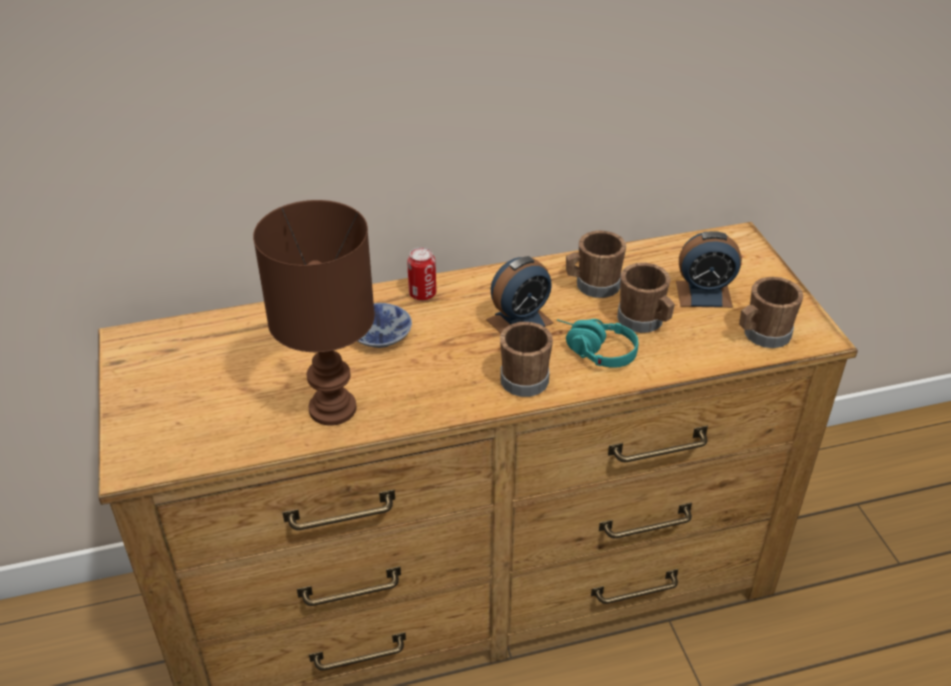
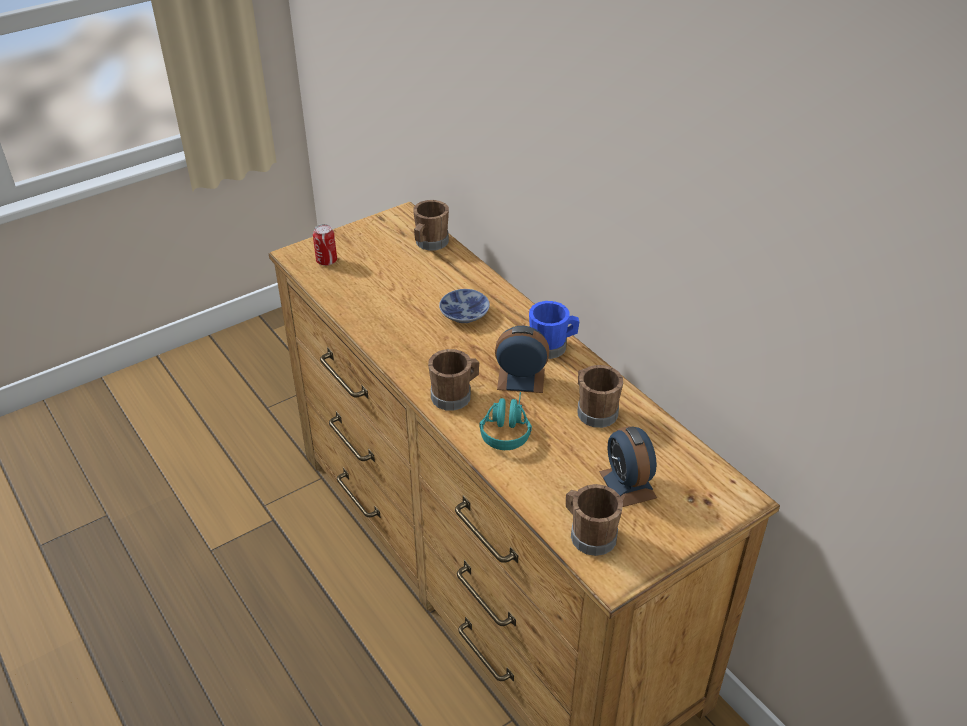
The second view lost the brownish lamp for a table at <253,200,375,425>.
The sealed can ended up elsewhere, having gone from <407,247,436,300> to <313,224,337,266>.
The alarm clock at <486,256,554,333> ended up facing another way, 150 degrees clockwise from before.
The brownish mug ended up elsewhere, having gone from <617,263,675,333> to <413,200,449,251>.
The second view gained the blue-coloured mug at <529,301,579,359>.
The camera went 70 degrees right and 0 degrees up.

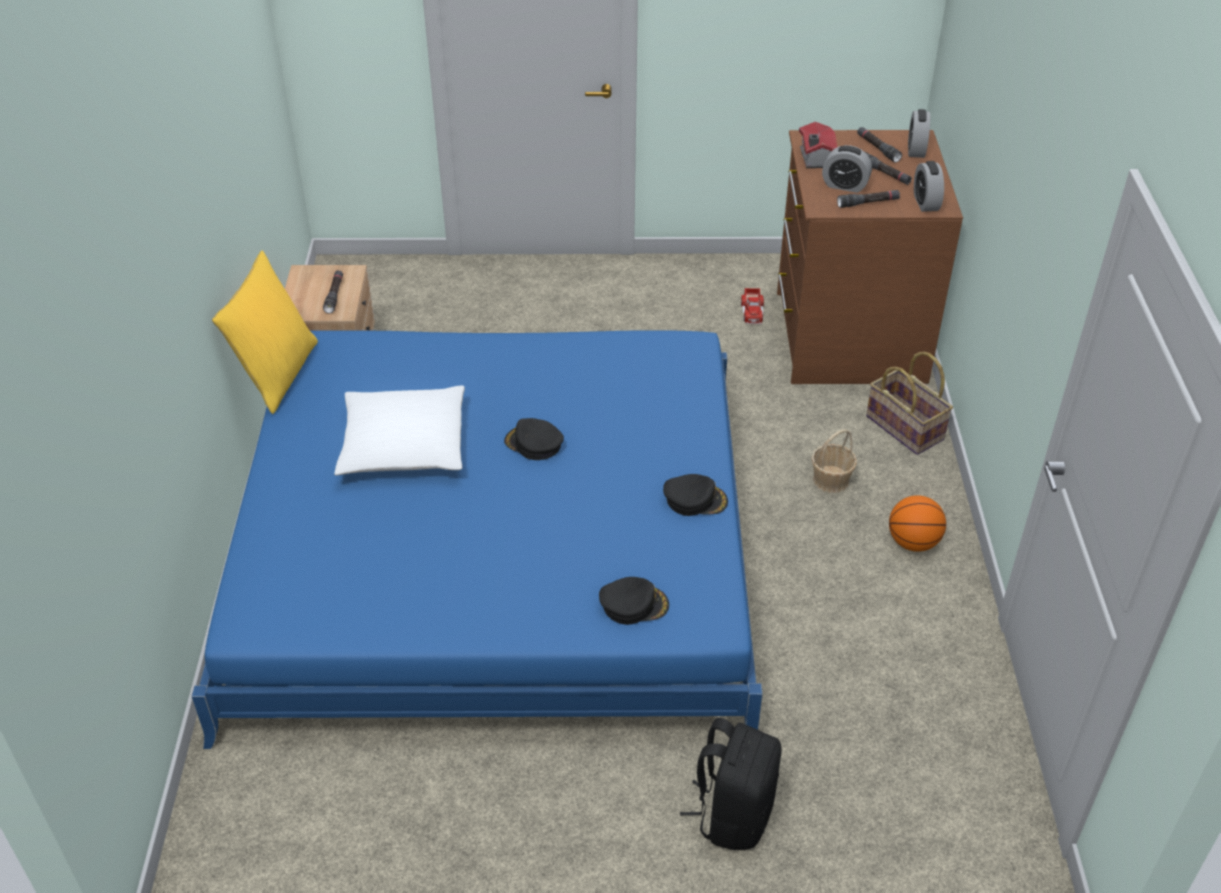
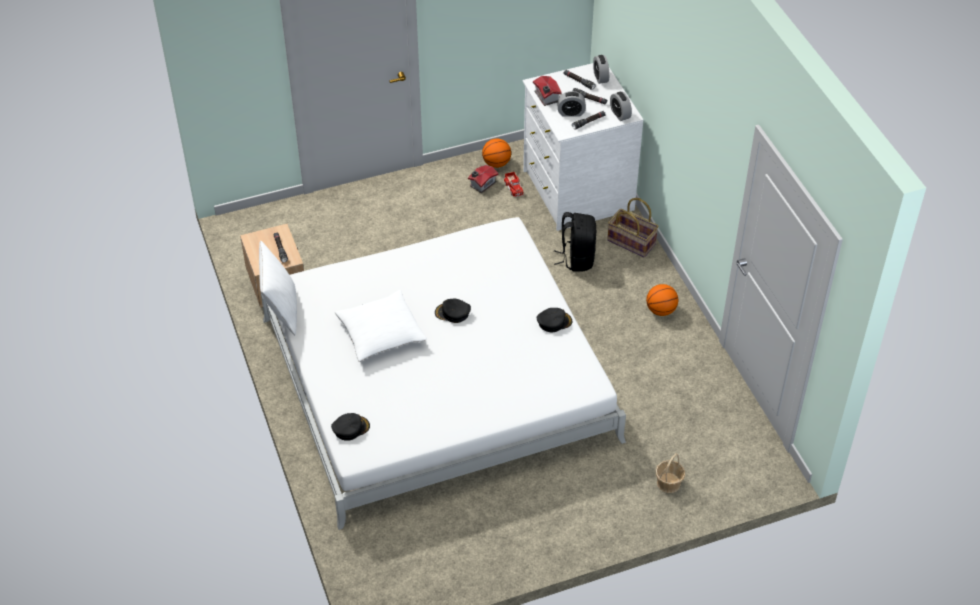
What was the brownish chest of drawers at <777,130,963,384> turned into the white-coloured chest of drawers at <523,63,644,231>.
What was the yellow-coloured cushion at <212,250,318,414> turned into the white-coloured cushion at <259,241,297,335>.
What was the blue-coloured bedroom bed at <191,330,763,749> turned into the white-coloured bedroom bed at <261,217,626,530>.
The basket ended up elsewhere, having gone from <811,429,857,493> to <655,453,685,493>.
The black-coloured baseball cap ended up elsewhere, having gone from <599,577,669,625> to <331,413,370,441>.
The black-coloured backpack ended up elsewhere, having gone from <680,718,782,850> to <554,212,596,272>.
The second view gained the ball for basketball at <482,138,511,168>.
The second view gained the model house at <468,165,499,193>.
The camera went 20 degrees left and 5 degrees up.

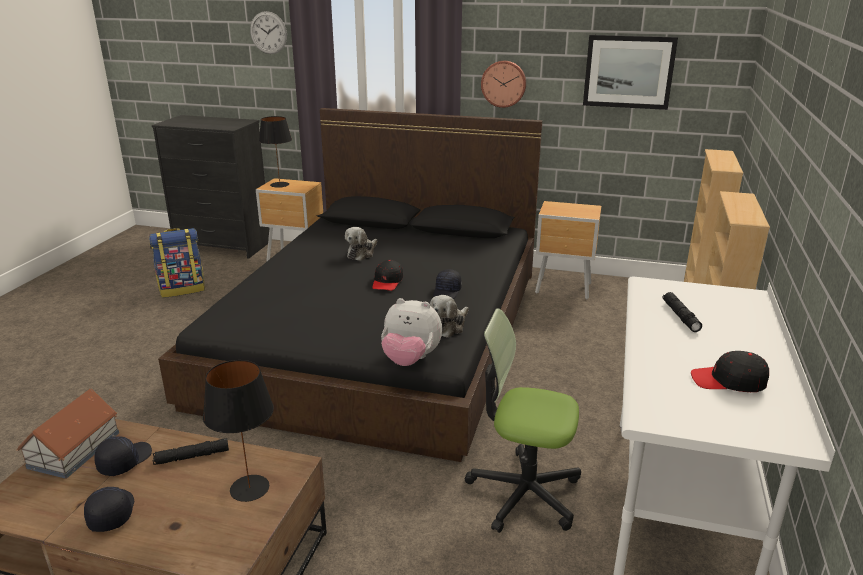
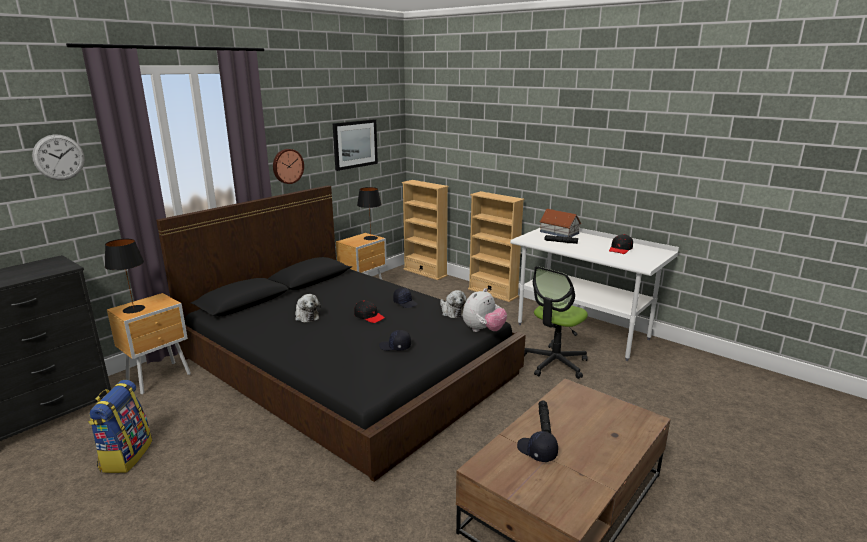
The black-coloured lamp for a table ended up elsewhere, having gone from <203,360,274,502> to <357,187,382,240>.
The model house ended up elsewhere, having gone from <17,389,119,479> to <540,209,582,238>.
The black-coloured baseball cap ended up elsewhere, having gone from <84,487,134,532> to <379,330,411,351>.
The camera went 65 degrees left and 5 degrees down.

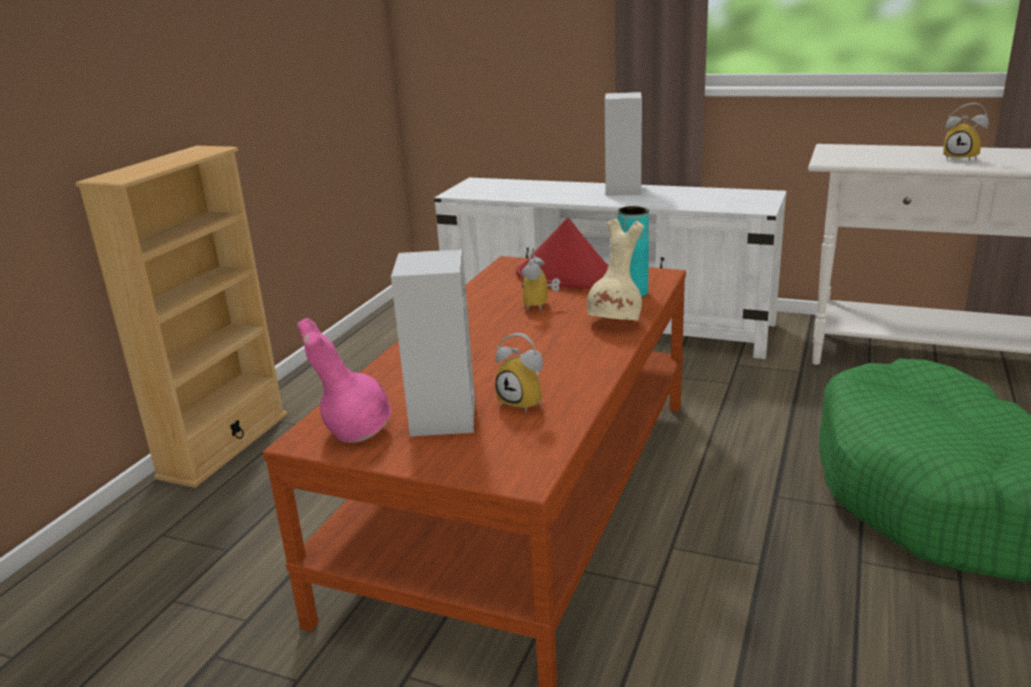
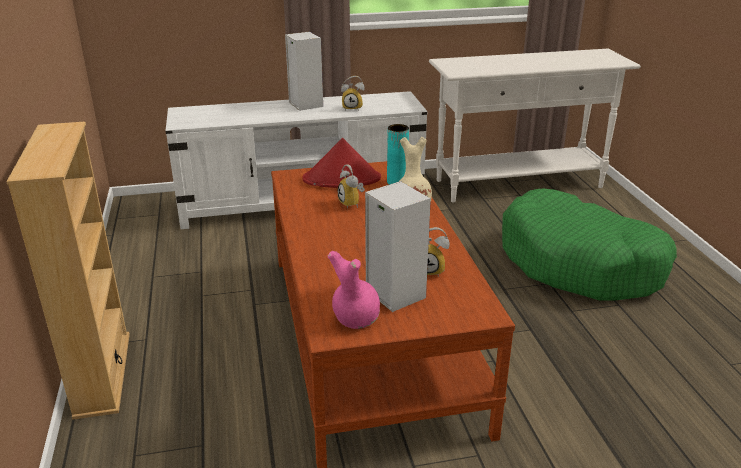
The alarm clock ended up elsewhere, having gone from <943,103,989,162> to <341,76,365,111>.
The camera went 35 degrees left and 5 degrees up.

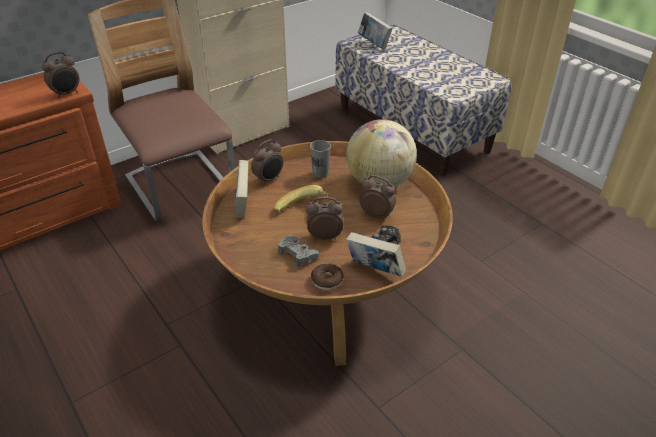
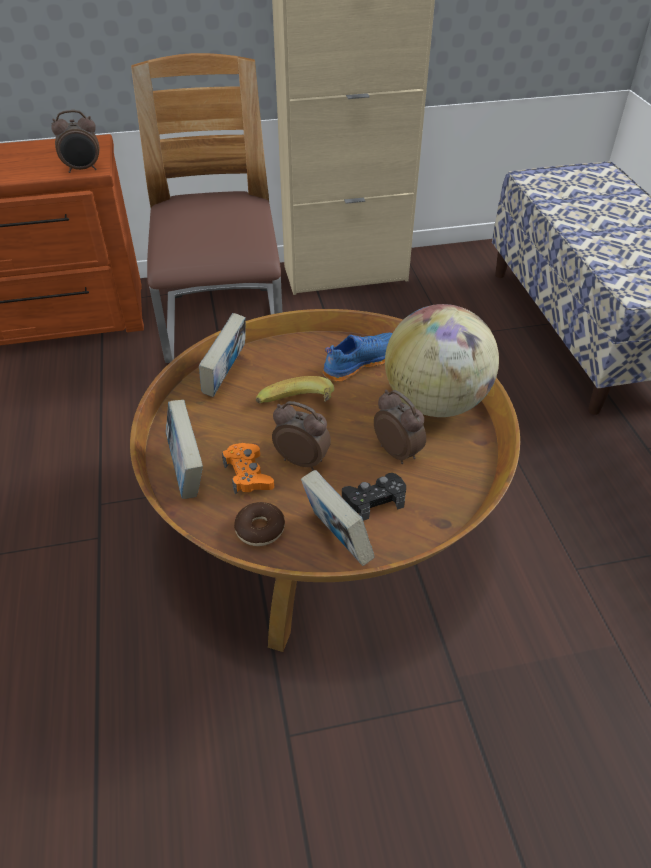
The volume ended up elsewhere, having gone from <358,12,393,49> to <166,400,203,499>.
The second view lost the alarm clock at <251,139,284,185>.
Where the greyish drinking cup stood at <310,140,331,178>, the blue-coloured low shoe came to stand at <323,333,392,382>.
What was the greyish joypad at <278,235,319,267> turned into the orangey joypad at <222,443,274,495>.
The camera went 25 degrees right and 5 degrees up.

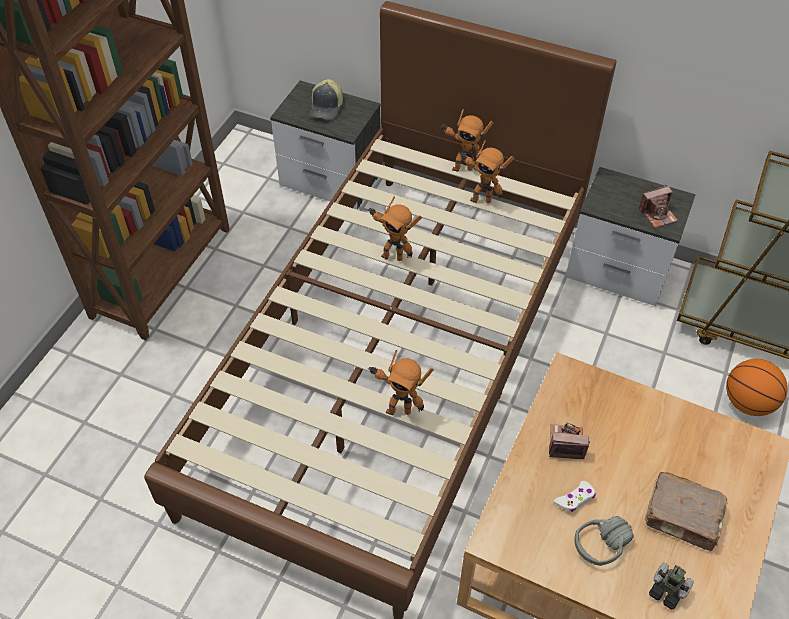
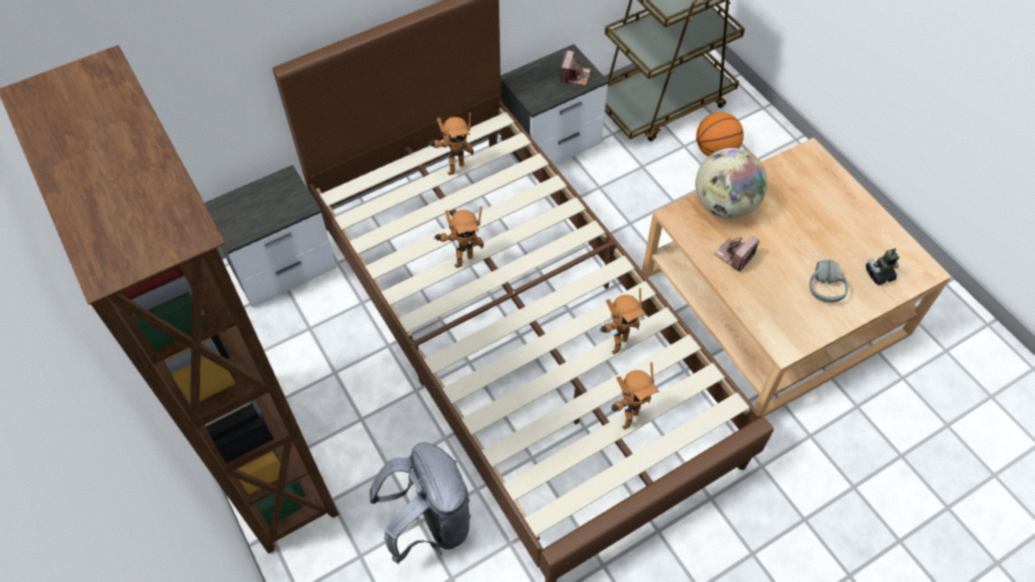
The second view lost the baseball cap at <310,79,343,120>.
The model robot ended up elsewhere, having gone from <440,109,494,172> to <611,362,659,430>.
The second view lost the brownish volume at <645,472,728,552>.
The second view lost the white-coloured joypad at <554,481,596,512>.
The second view gained the globe at <695,148,768,219>.
The second view gained the greyish backpack at <370,442,471,564>.
The camera went 55 degrees left and 5 degrees up.

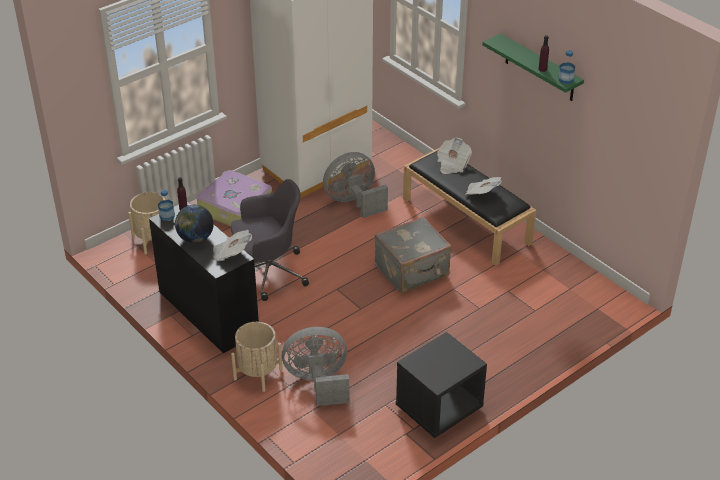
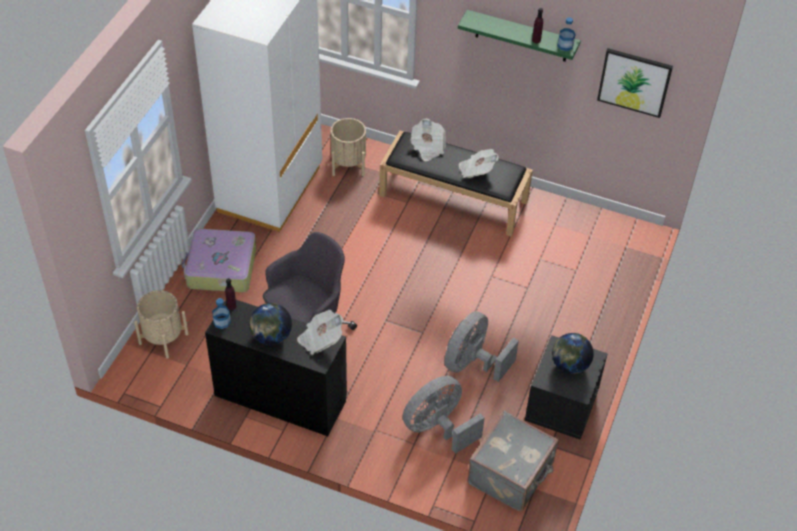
The greyish fan ended up elsewhere, having gone from <323,152,388,218> to <444,311,519,382>.
The greyish piece of luggage ended up elsewhere, having gone from <374,216,452,293> to <468,411,559,511>.
The beige planter ended up elsewhere, having gone from <231,322,283,392> to <331,118,366,176>.
The second view gained the picture at <597,48,673,118>.
The second view gained the globe at <552,333,594,374>.
The camera went 30 degrees left and 10 degrees up.

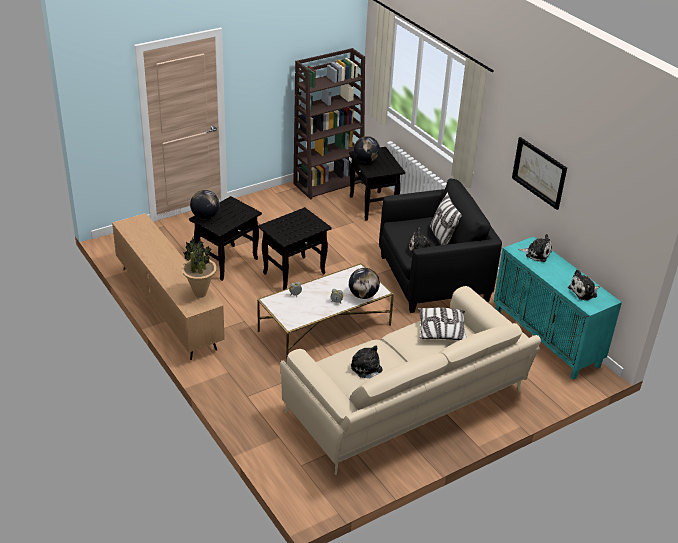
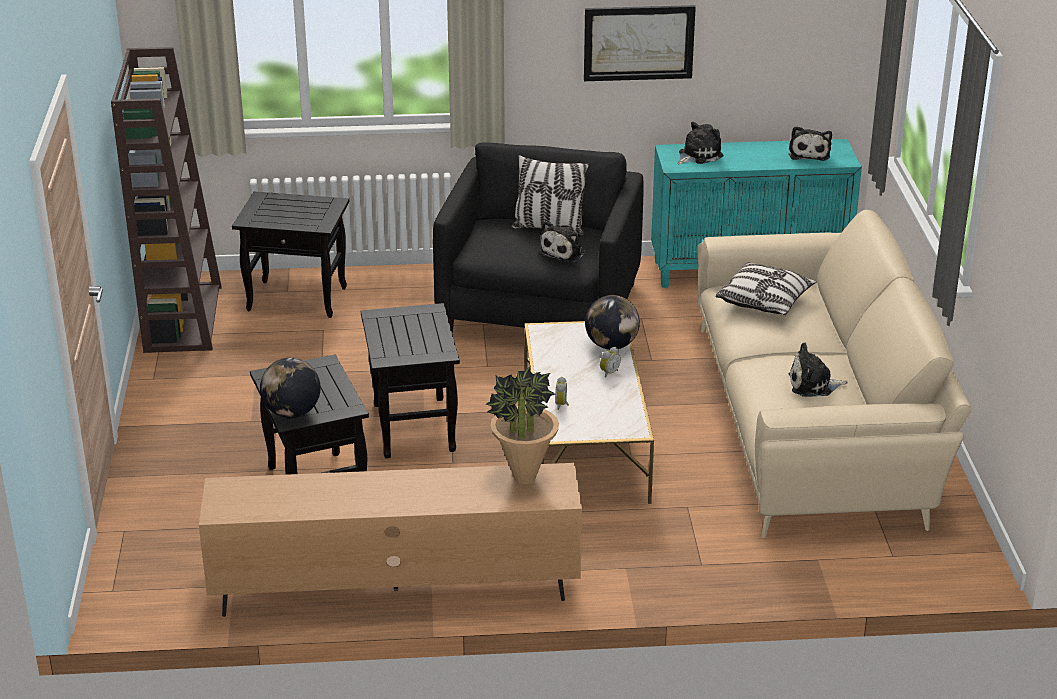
The second view lost the globe at <354,136,380,163>.
The camera went 60 degrees left and 5 degrees down.

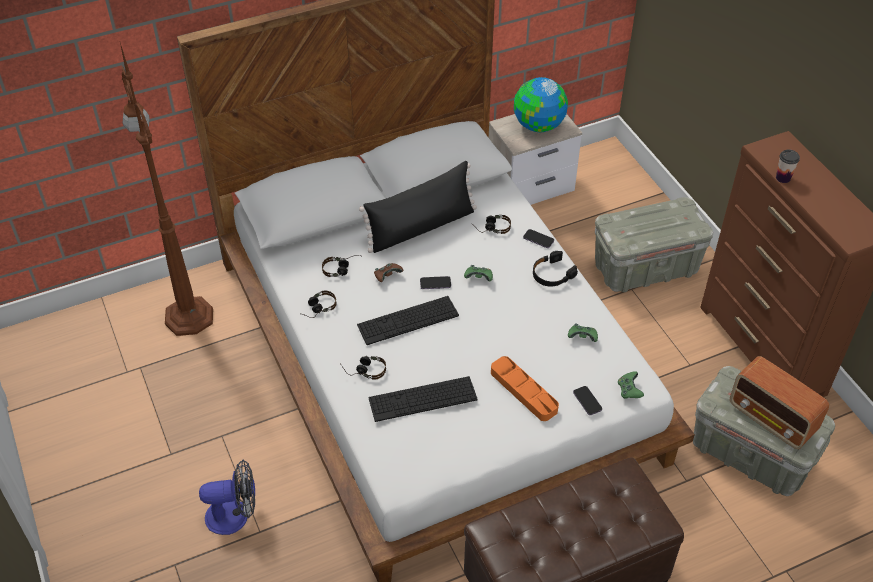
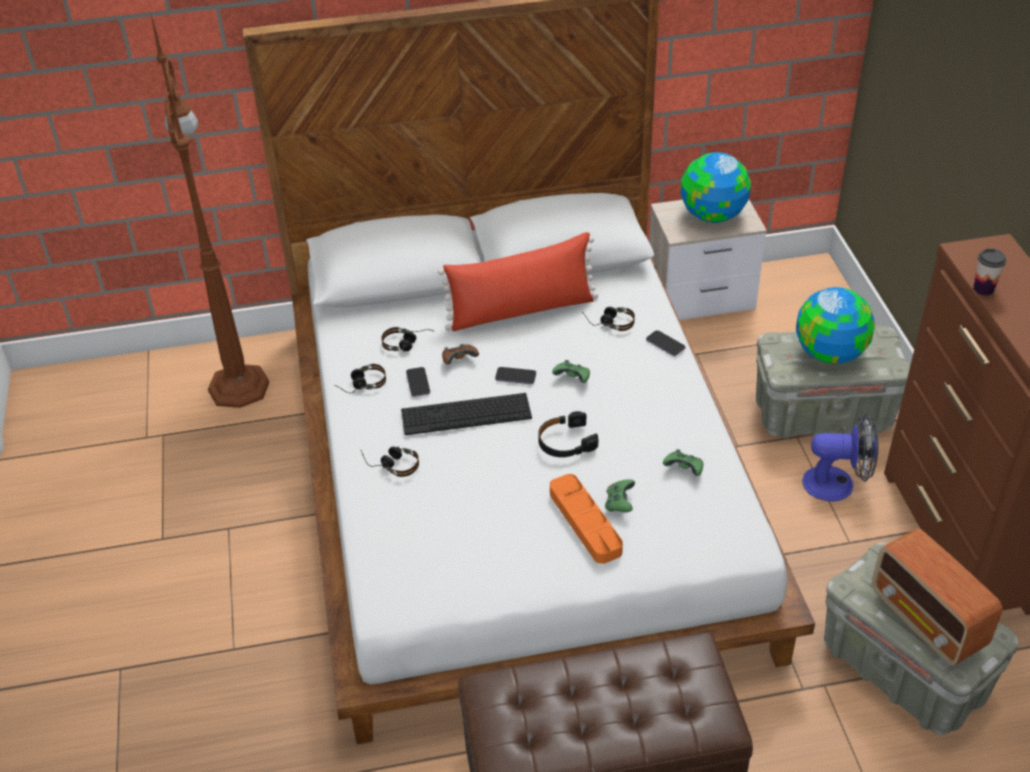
What was the black-coloured cushion at <359,161,477,253> turned into the red-coloured cushion at <438,232,598,331>.
The black-coloured headset ended up elsewhere, having gone from <533,251,578,286> to <538,411,598,457>.
The green-coloured joypad ended up elsewhere, having gone from <618,371,644,399> to <605,479,635,512>.
The second view lost the keyboard at <368,376,478,422>.
The telephone ended up elsewhere, having gone from <573,386,602,415> to <406,367,430,397>.
The fan ended up elsewhere, having gone from <199,460,255,535> to <802,413,878,502>.
The second view gained the globe at <796,287,875,364>.
The camera went 15 degrees right and 5 degrees down.

